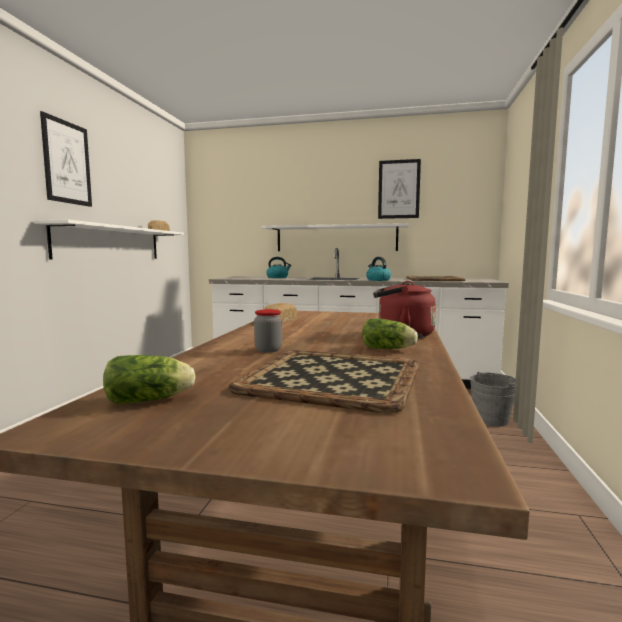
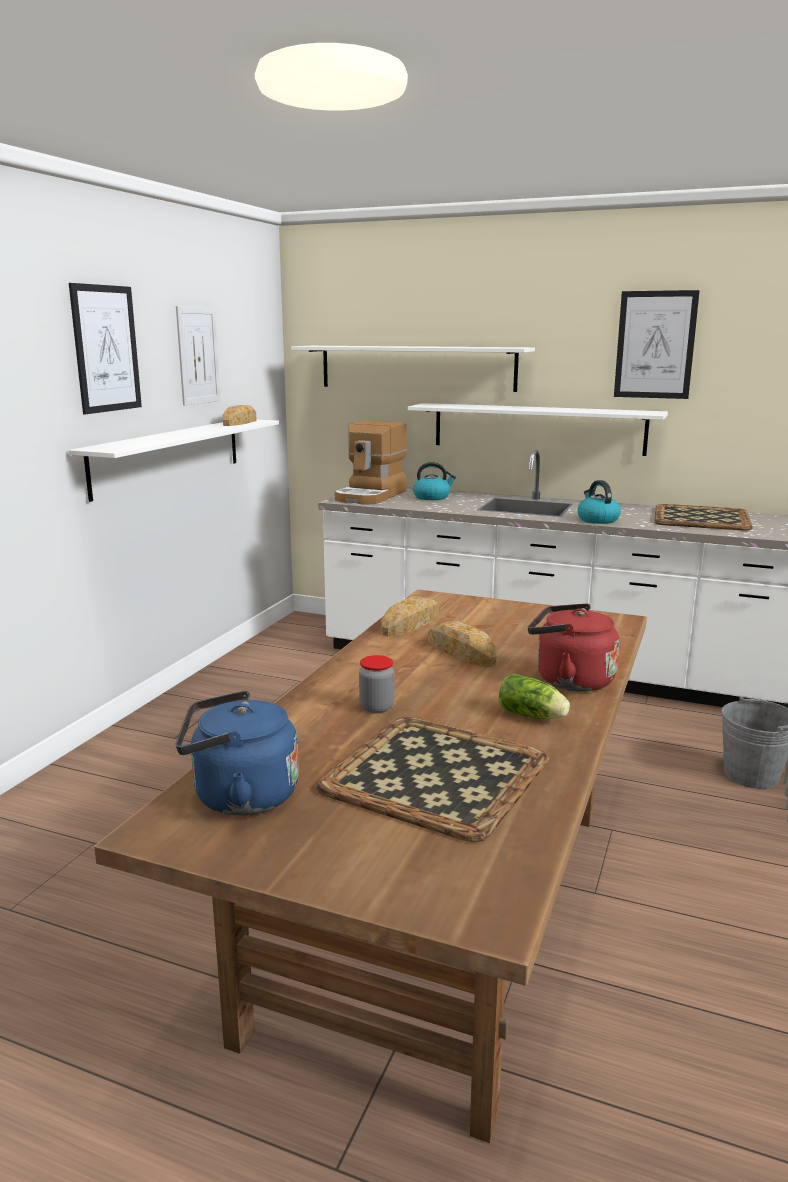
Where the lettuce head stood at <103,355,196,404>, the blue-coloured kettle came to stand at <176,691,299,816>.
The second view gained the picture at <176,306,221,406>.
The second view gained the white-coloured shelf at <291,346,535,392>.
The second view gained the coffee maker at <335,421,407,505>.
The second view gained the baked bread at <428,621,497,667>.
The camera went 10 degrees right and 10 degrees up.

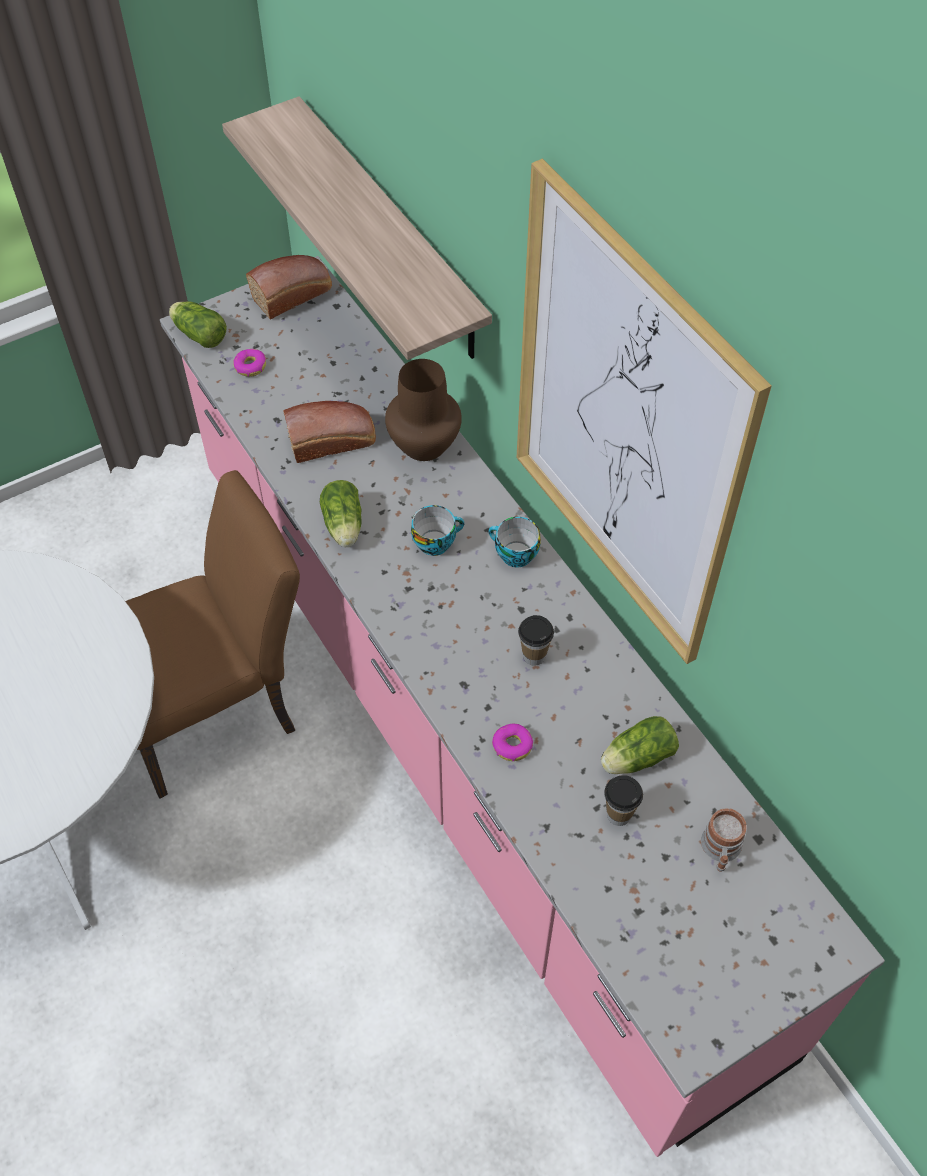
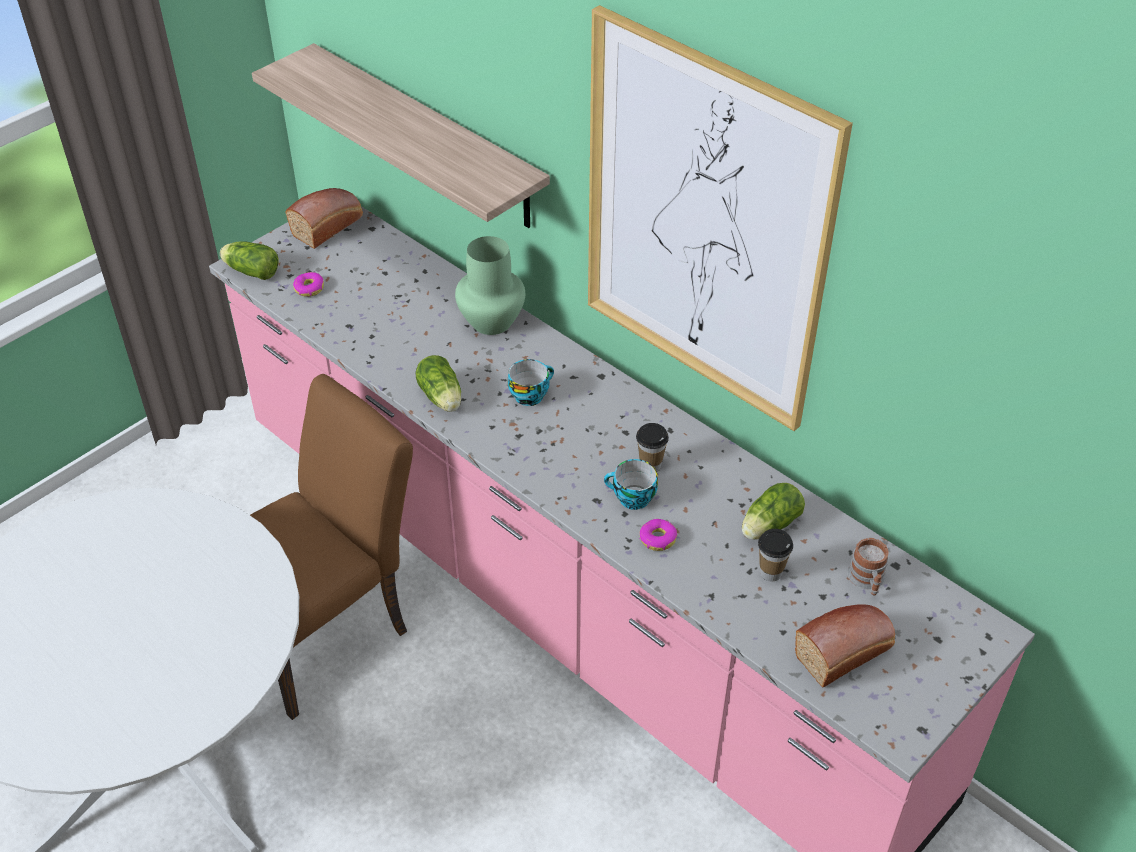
What was the brownish vase at <385,359,462,461> turned into the green-coloured vase at <455,236,525,335>.
The baked bread ended up elsewhere, having gone from <283,401,376,463> to <795,604,895,687>.
The drinking cup ended up elsewhere, having gone from <488,517,541,568> to <604,459,658,510>.
The camera went 15 degrees left and 10 degrees down.

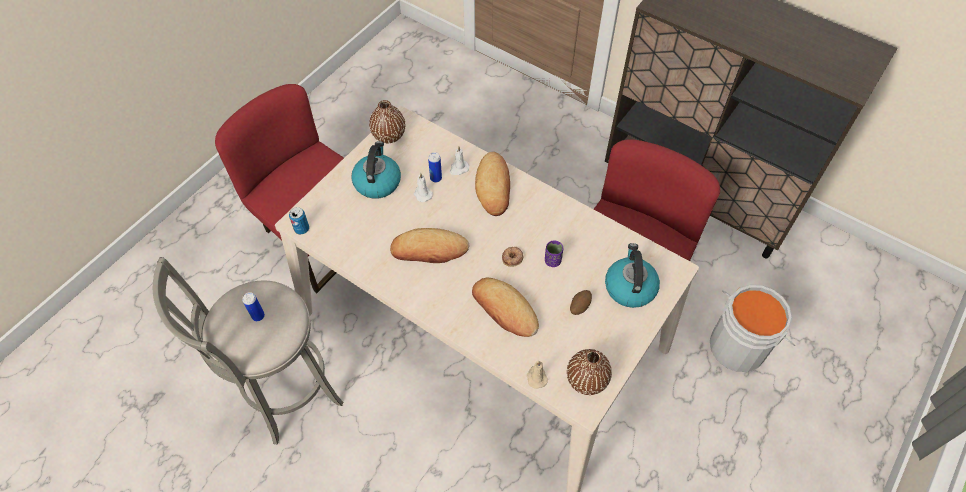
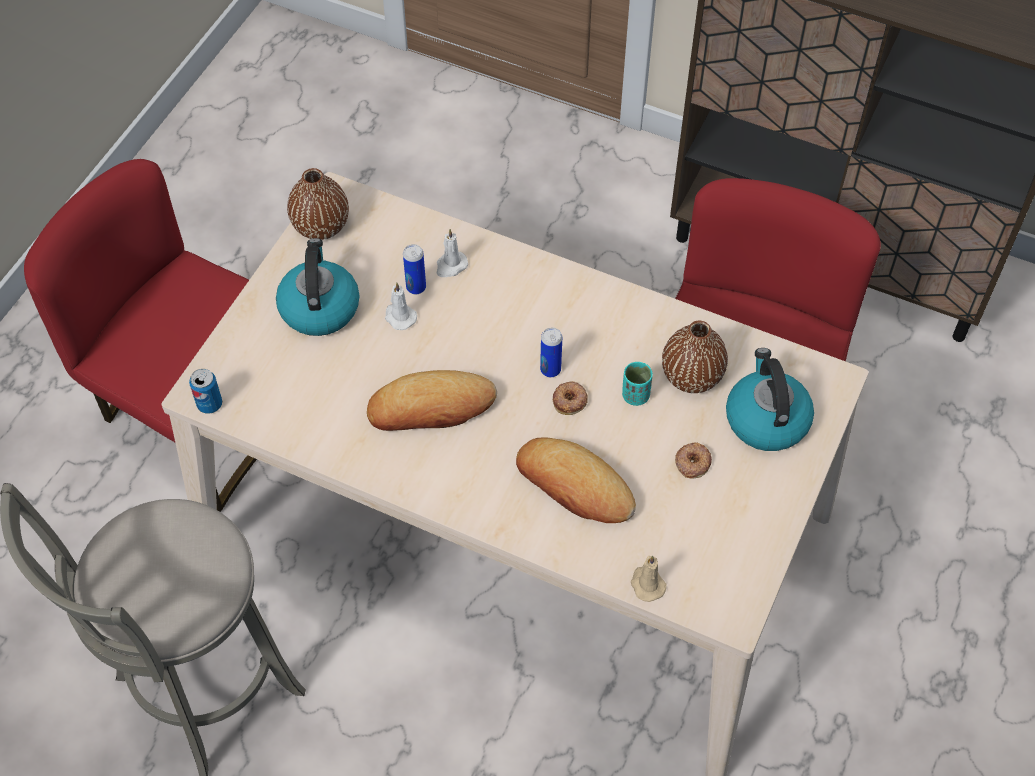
The second view lost the baked bread at <475,152,510,216>.
What was the purplish drinking cup at <545,240,563,267> turned into the turquoise drinking cup at <622,362,653,406>.
The second view lost the greyish water bucket at <710,284,796,372>.
Where the whole potato stood at <570,290,592,315>, the donut came to stand at <675,443,712,479>.
The sealed can ended up elsewhere, having gone from <242,292,265,321> to <540,328,562,377>.
The brownish vase ended up elsewhere, having gone from <567,349,612,395> to <662,321,728,393>.
The camera went 10 degrees left and 0 degrees up.

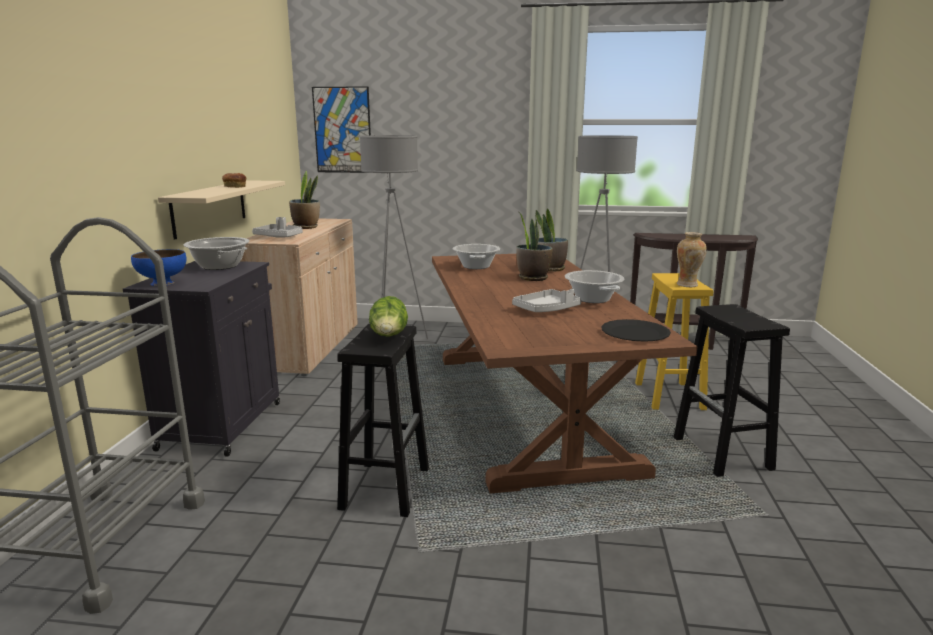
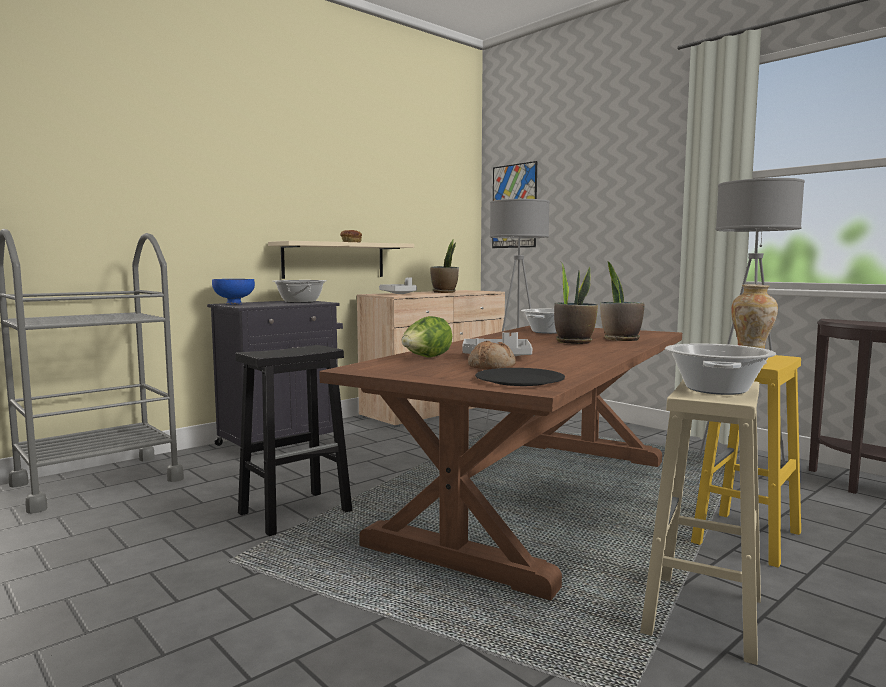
The cooking pot ended up elsewhere, having gone from <565,270,624,303> to <665,343,776,395>.
The lettuce head ended up elsewhere, having gone from <369,296,408,337> to <401,316,452,358>.
What was the black-coloured sitting stool at <674,304,790,477> turned into the beige sitting stool at <640,380,761,665>.
The second view gained the baked bread at <468,341,516,370>.
The camera went 40 degrees right and 10 degrees down.

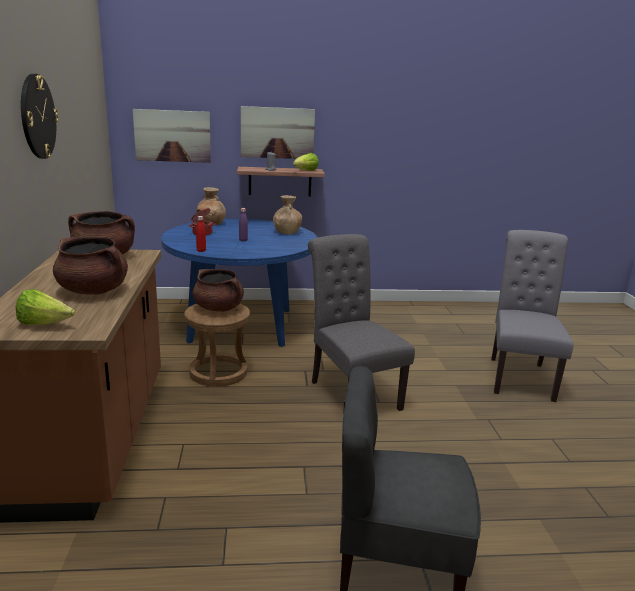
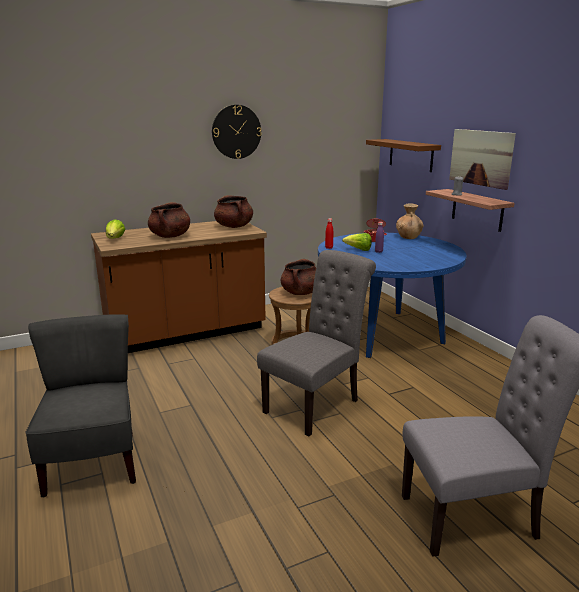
Where the picture hung at <133,109,211,163>, the brownish shelf came to hang at <366,139,441,172>.
The lettuce head ended up elsewhere, having gone from <293,153,319,171> to <342,233,372,251>.
The second view lost the brownish vase at <273,195,302,234>.
The camera went 70 degrees right and 0 degrees up.

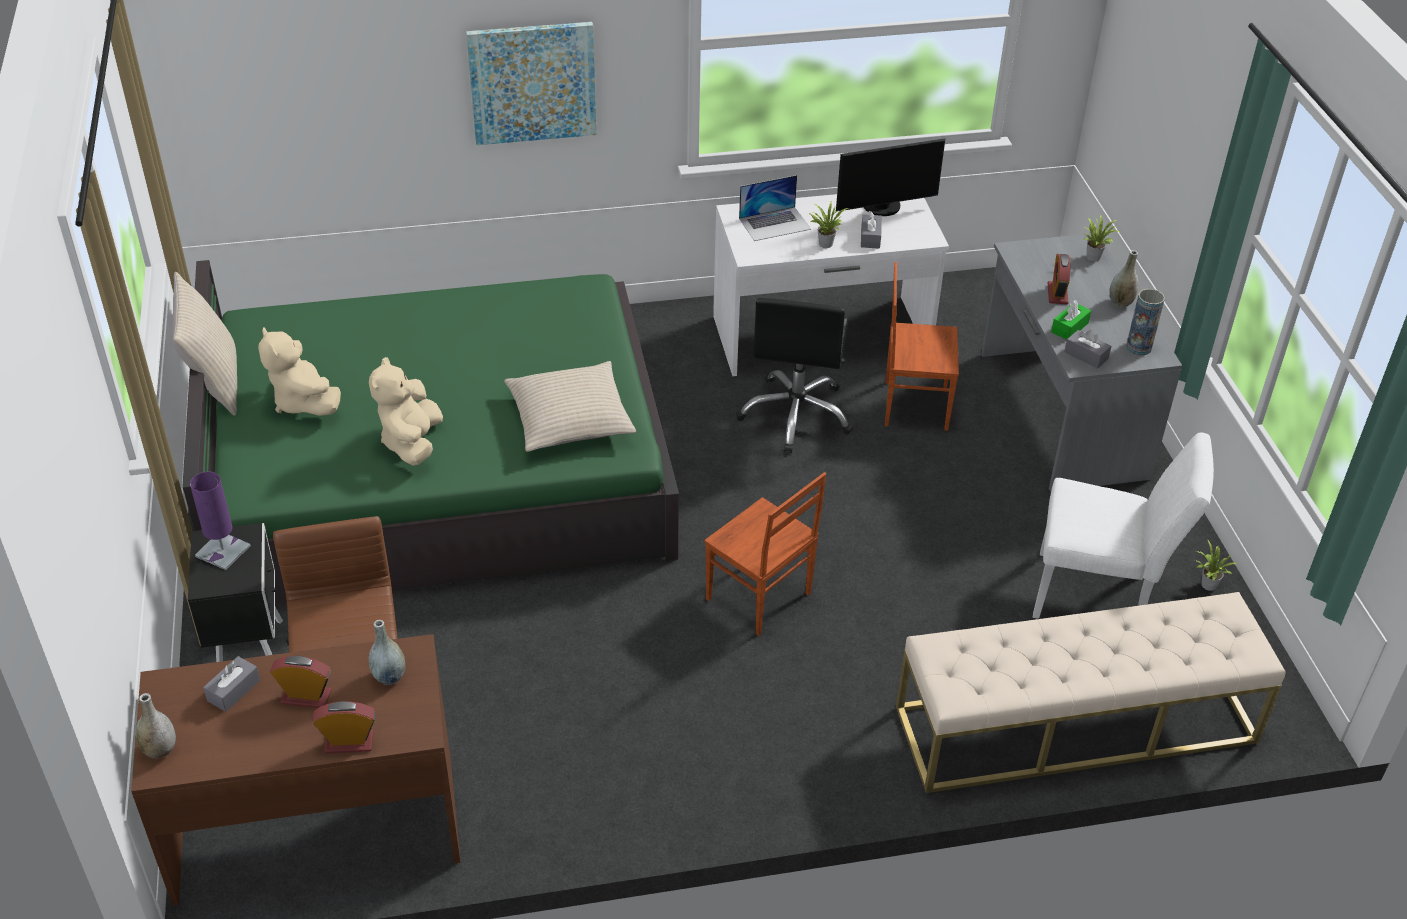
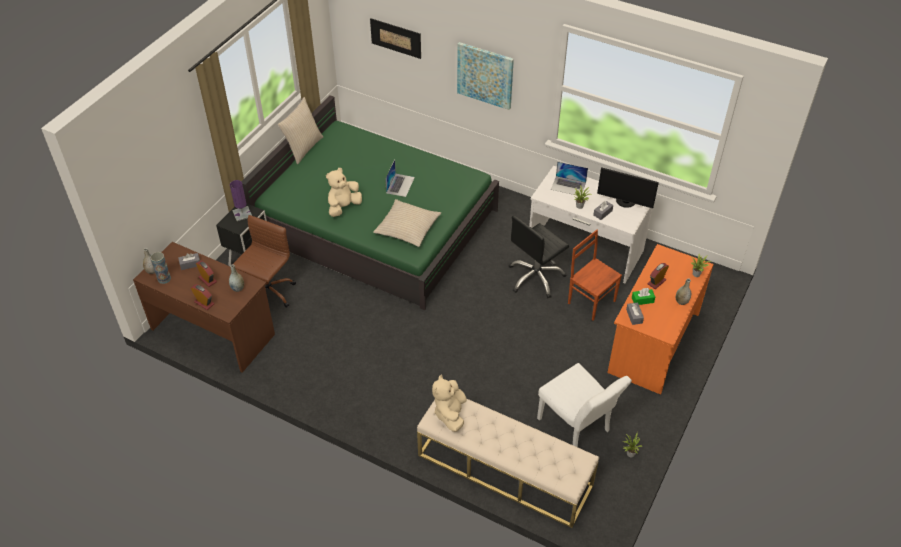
What was the greyish desk unit at <981,234,1182,492> turned into the orangey desk unit at <607,244,714,395>.
The vase ended up elsewhere, having gone from <1126,289,1165,355> to <150,252,171,284>.
The beige plush toy ended up elsewhere, having gone from <258,327,341,416> to <432,375,467,432>.
The second view lost the brownish chair at <704,472,826,636>.
The second view gained the picture at <370,18,421,59>.
The second view gained the notebook computer at <385,160,415,197>.
The camera went 40 degrees right and 5 degrees up.

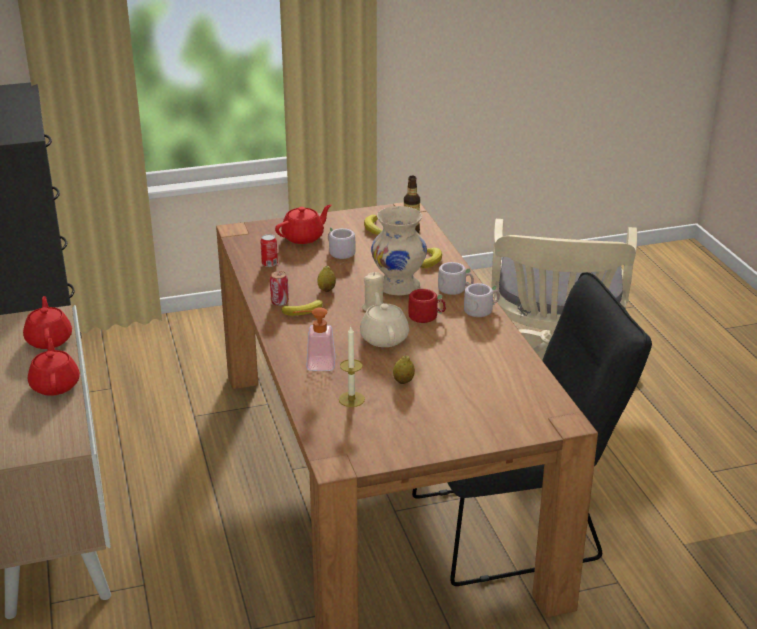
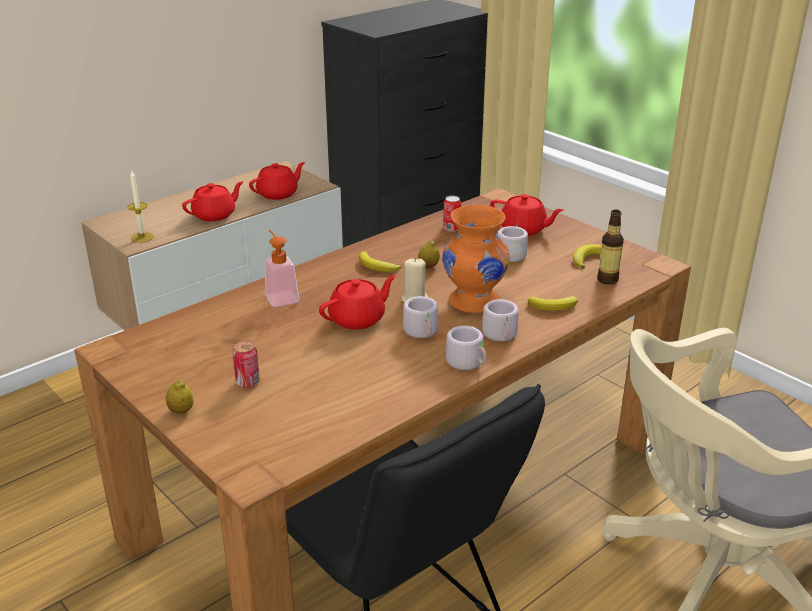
What was the beige vase at <371,206,427,295> turned into the orangey vase at <442,205,510,313>.
The sealed can ended up elsewhere, having gone from <270,271,289,306> to <232,341,260,388>.
What was the red-coloured mug at <408,289,446,323> turned into the greyish mug at <403,296,438,338>.
What was the beige tea pot at <360,292,409,347> turned into the red-coloured tea pot at <319,275,396,330>.
The wax candle ended up elsewhere, having gone from <339,327,365,407> to <127,169,154,243>.
The lemon ended up elsewhere, having gone from <393,355,415,384> to <166,380,194,414>.
The camera went 65 degrees right and 0 degrees up.

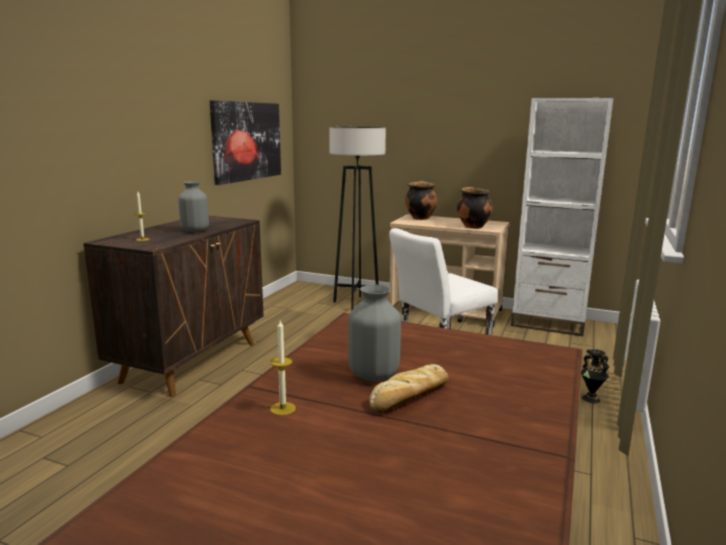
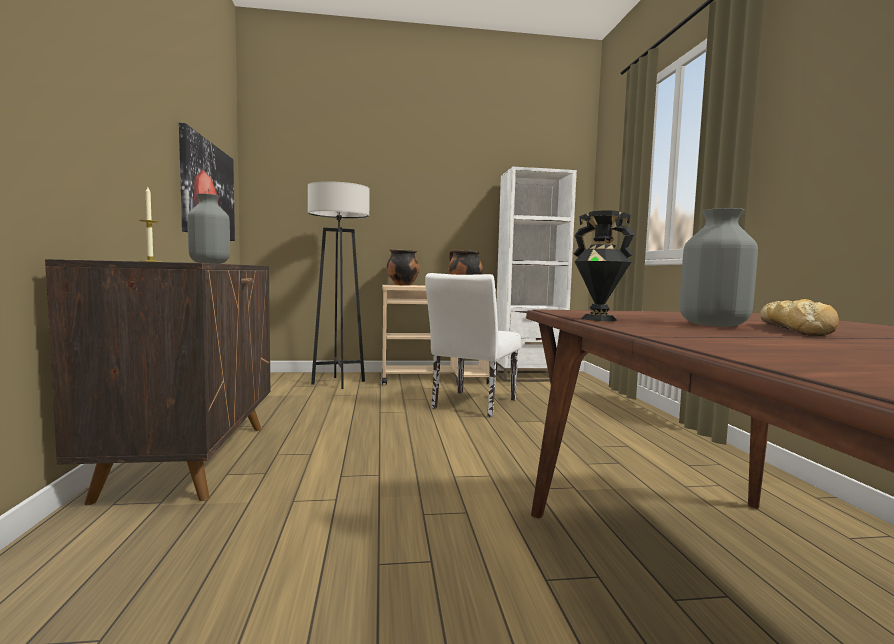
The second view lost the wax candle at <270,321,296,416>.
The black-coloured vase ended up elsewhere, having gone from <581,349,609,403> to <574,211,634,321>.
The camera went 30 degrees left and 10 degrees down.

